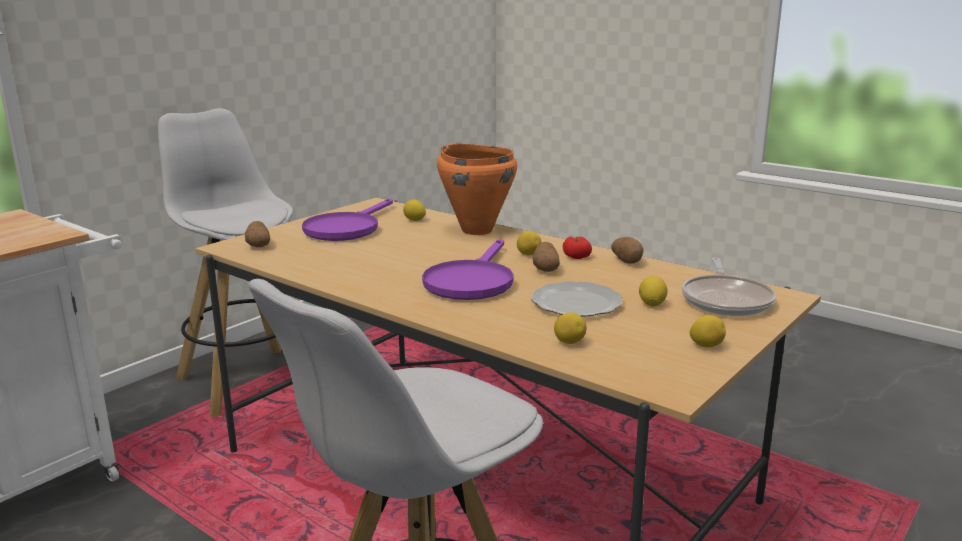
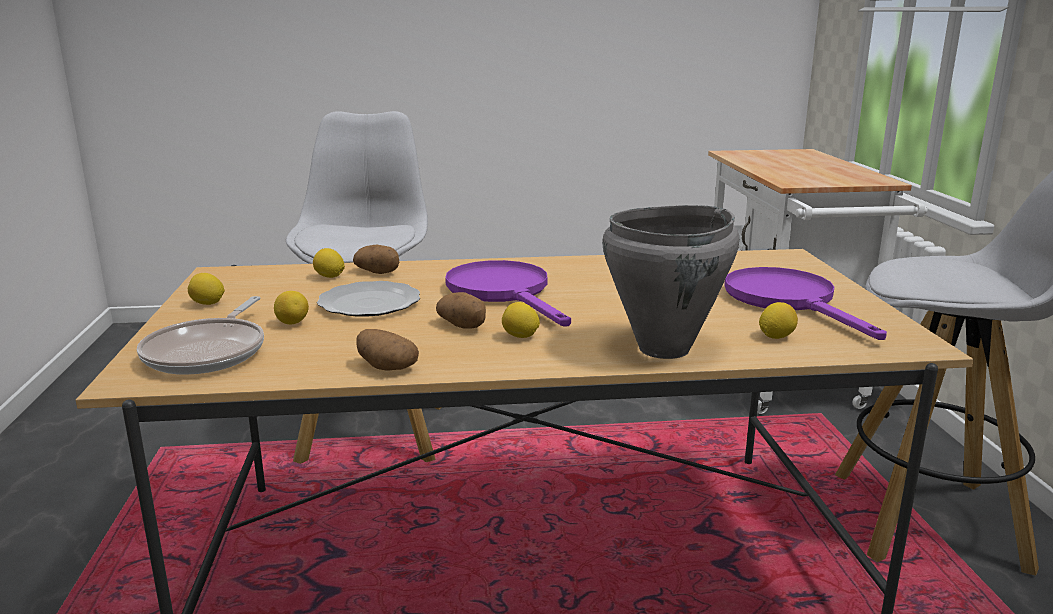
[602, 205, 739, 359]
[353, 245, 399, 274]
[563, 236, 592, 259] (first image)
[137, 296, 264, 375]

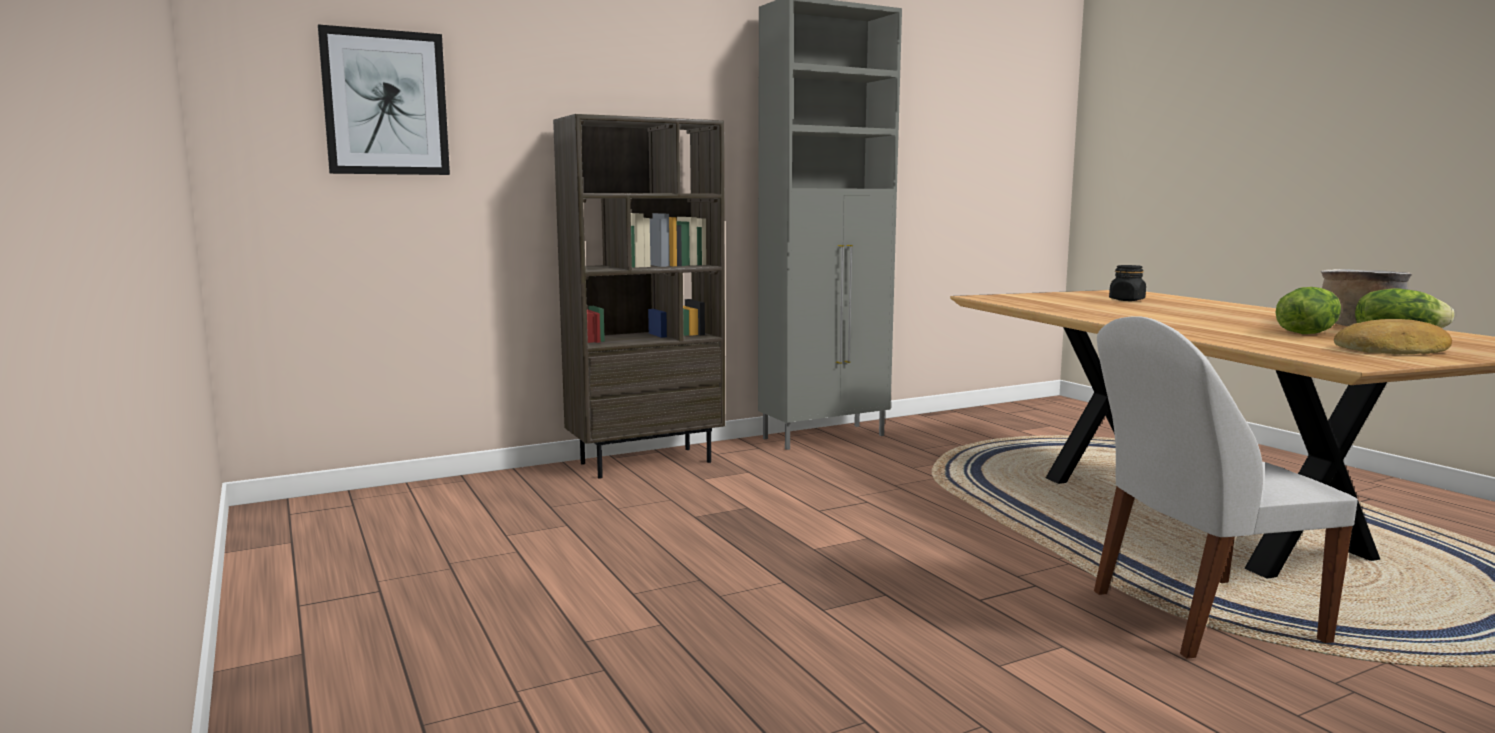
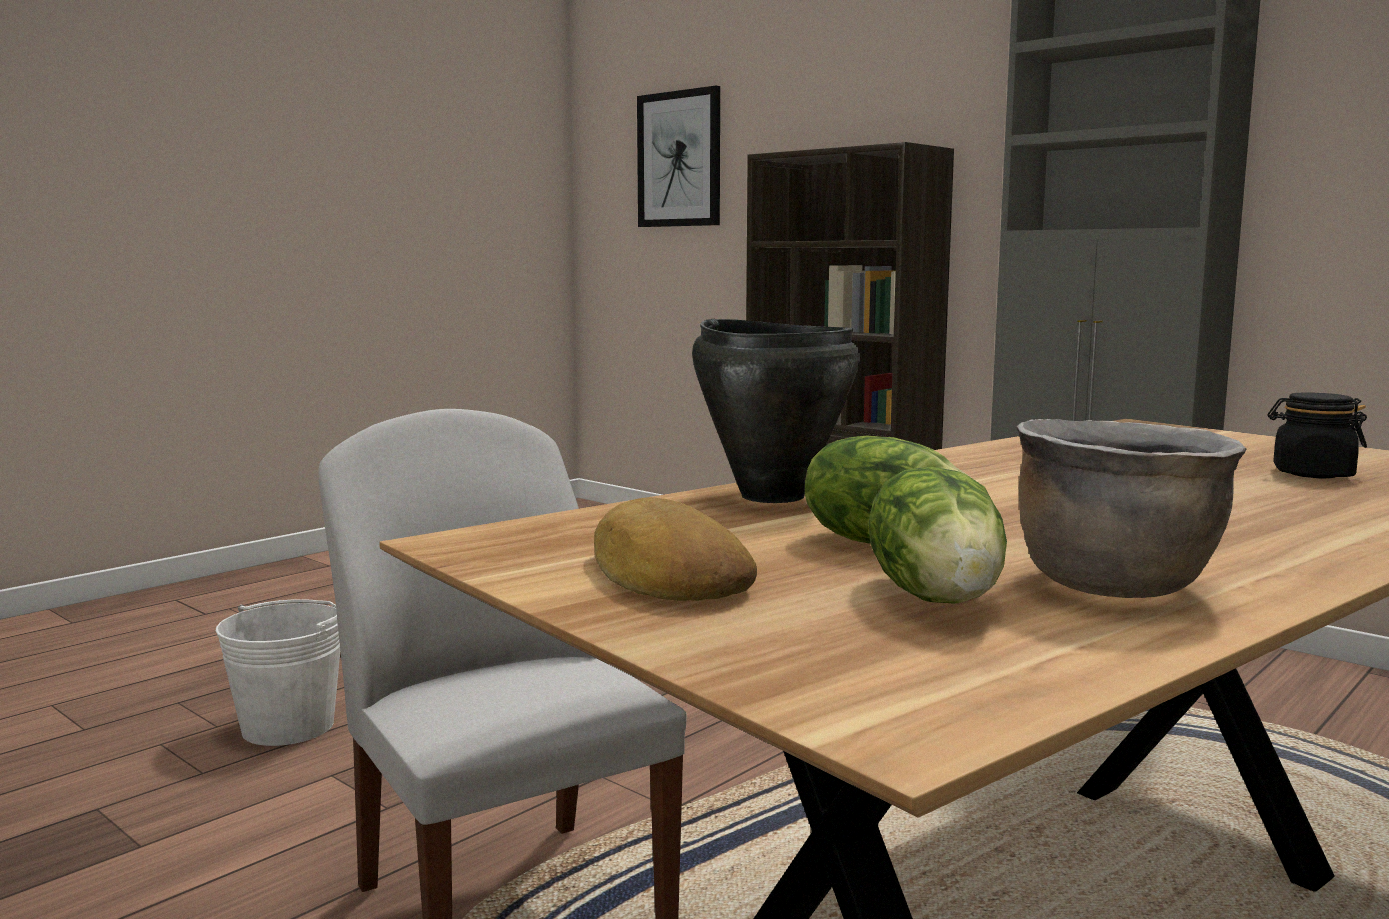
[692, 319, 860, 503]
[216, 599, 340, 746]

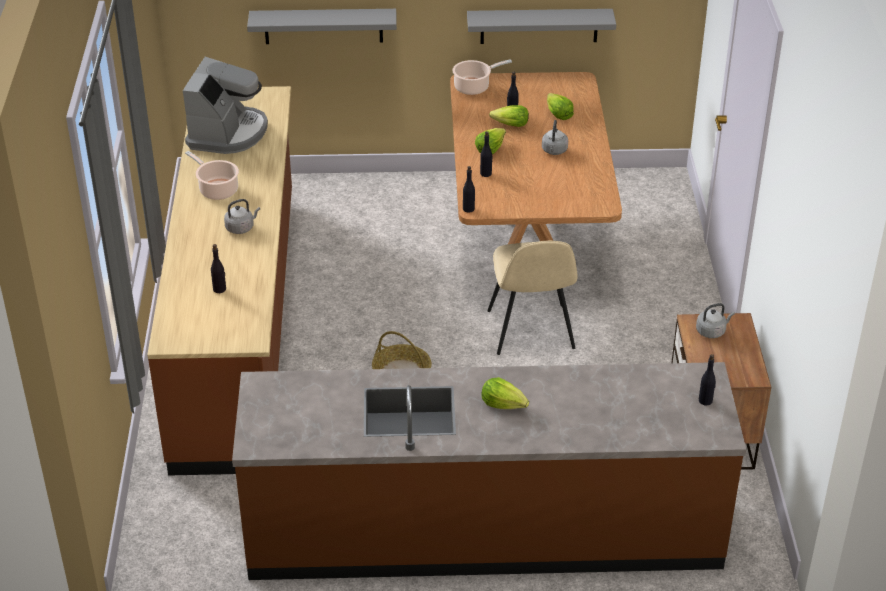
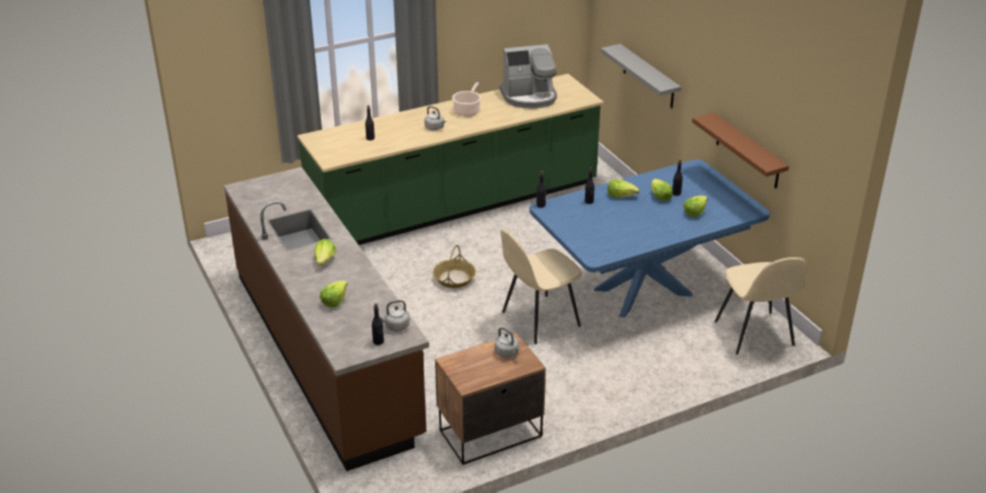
[692, 112, 789, 188]
[452, 59, 512, 95] (first image)
[530, 159, 770, 318]
[297, 74, 604, 245]
[379, 300, 410, 331]
[715, 257, 806, 355]
[320, 280, 348, 307]

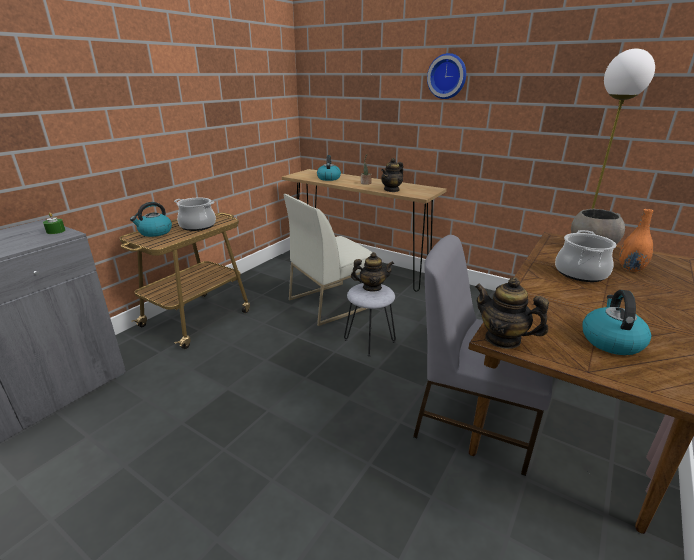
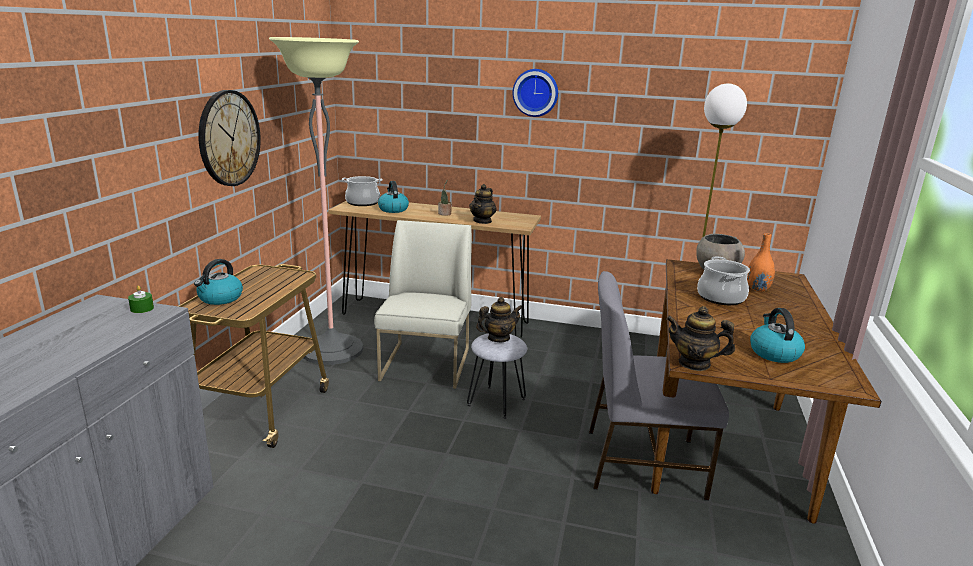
[374, 220, 472, 389]
[342, 176, 382, 206]
[269, 37, 363, 365]
[198, 90, 261, 186]

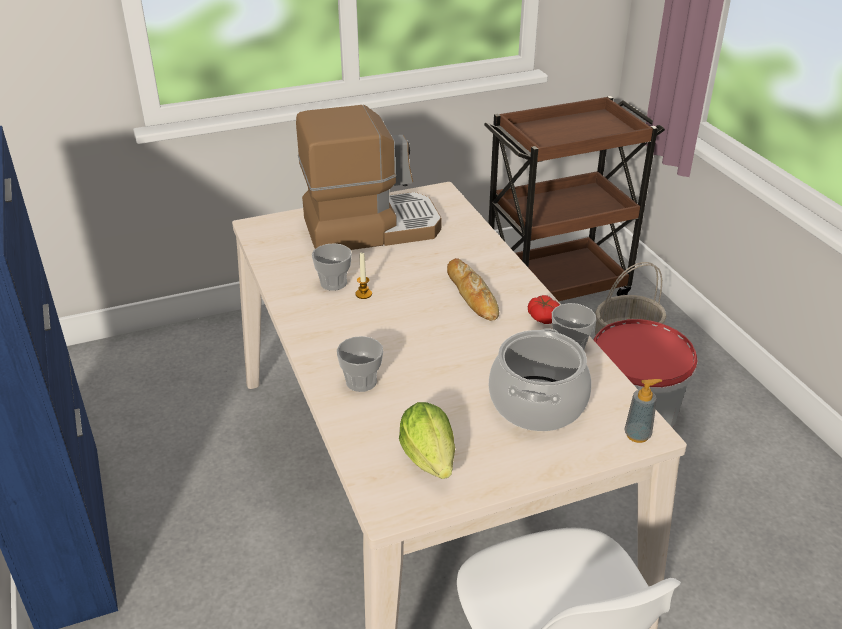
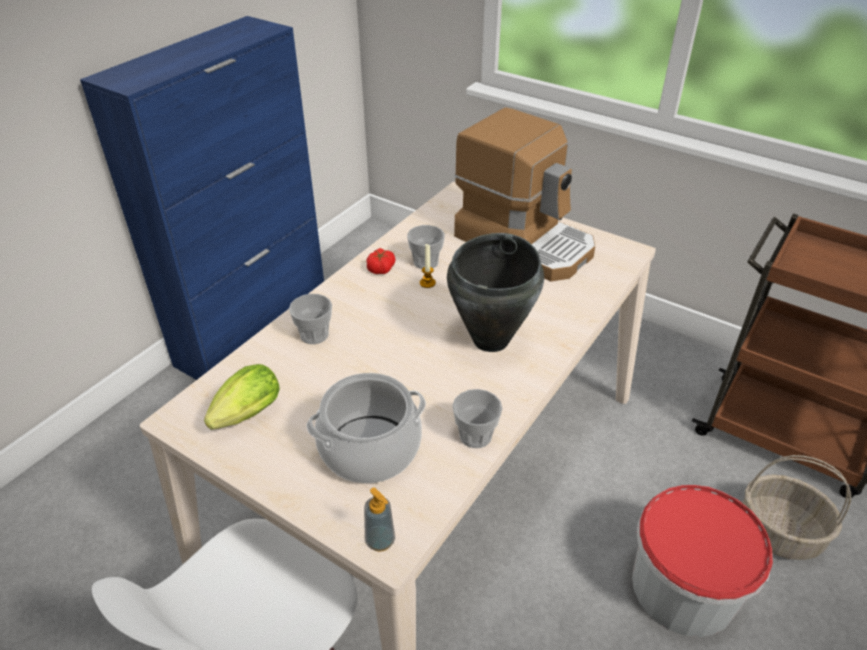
[447, 233, 544, 352]
[366, 248, 396, 274]

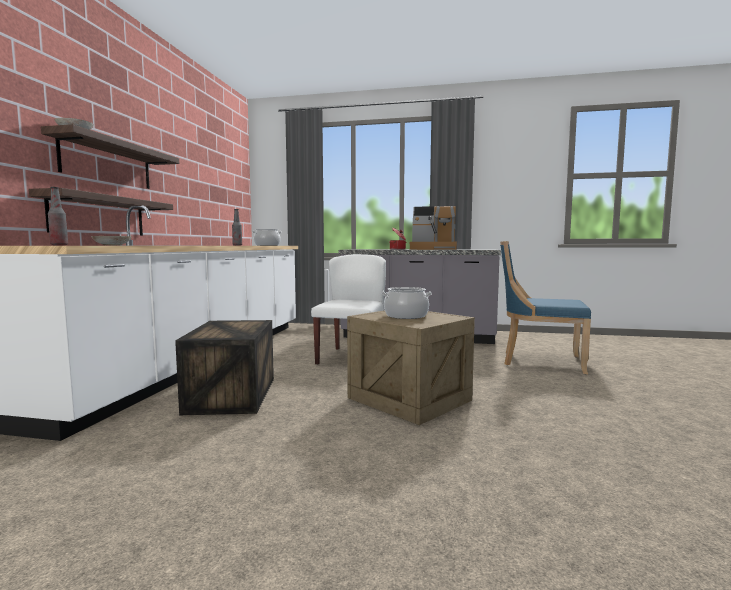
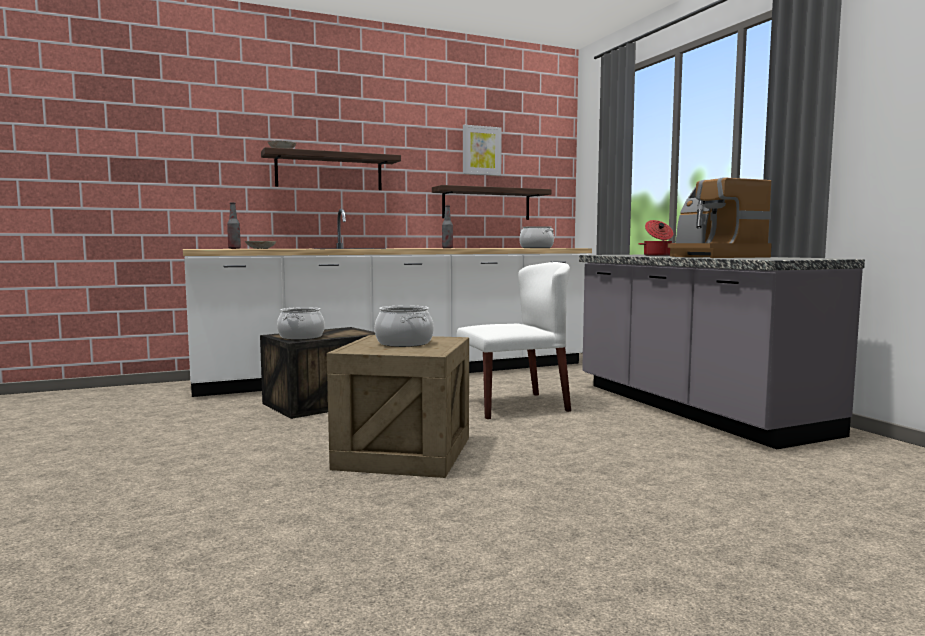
[432, 185, 552, 220]
[500, 241, 591, 375] (first image)
[463, 125, 502, 176]
[277, 307, 325, 340]

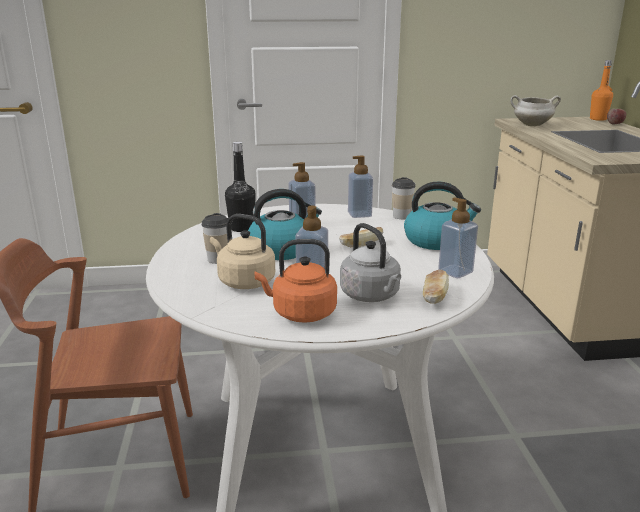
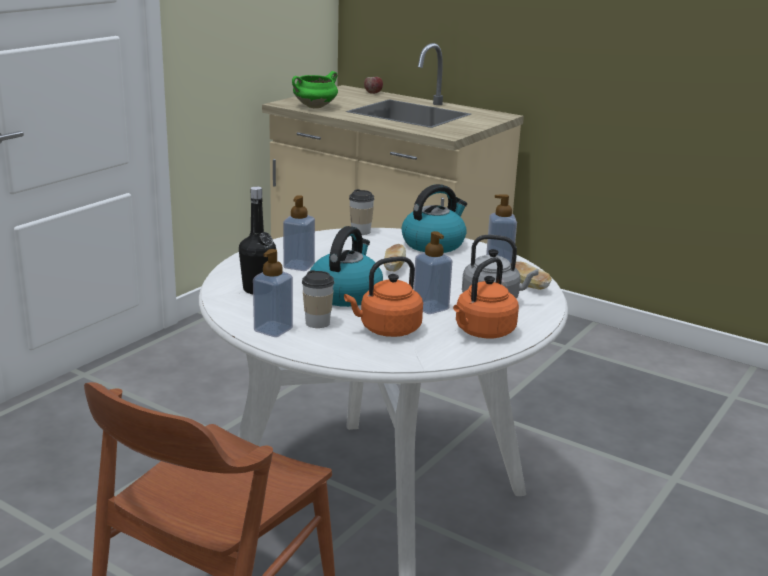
[590, 60, 613, 121] (first image)
[292, 71, 338, 108]
[253, 249, 293, 337]
[344, 256, 423, 337]

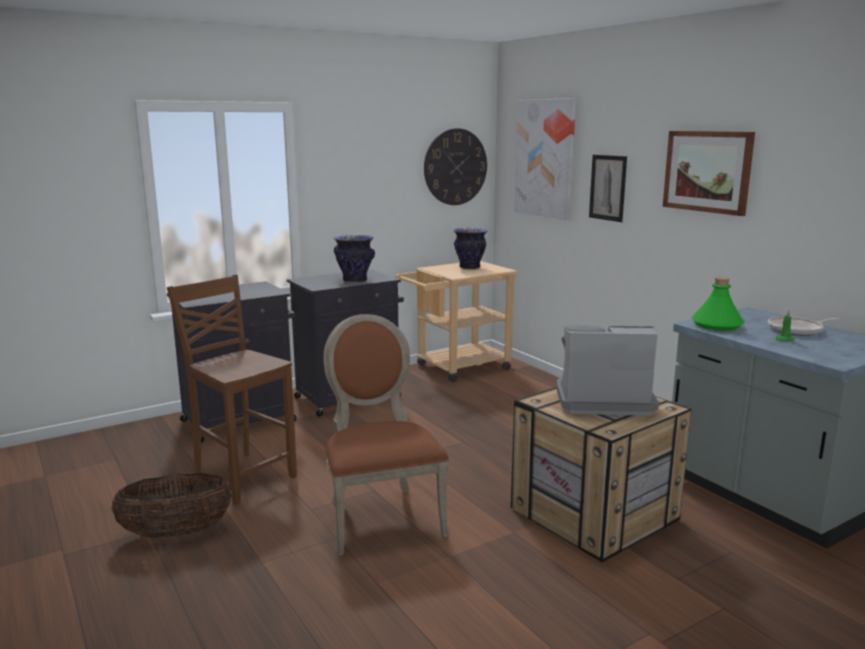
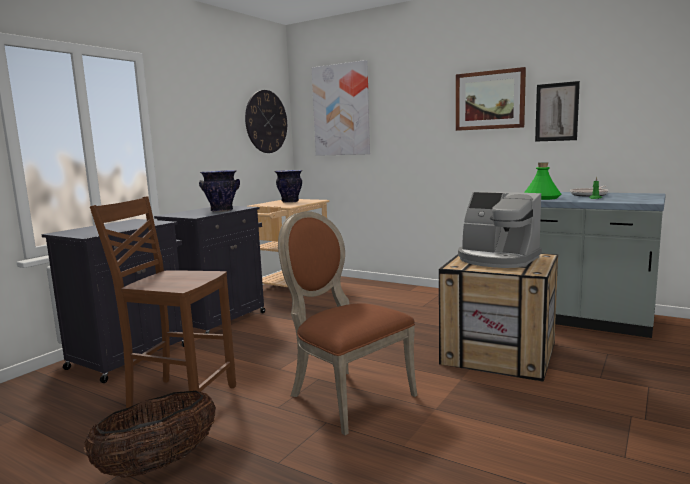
[535, 81, 580, 142]
[458, 192, 542, 268]

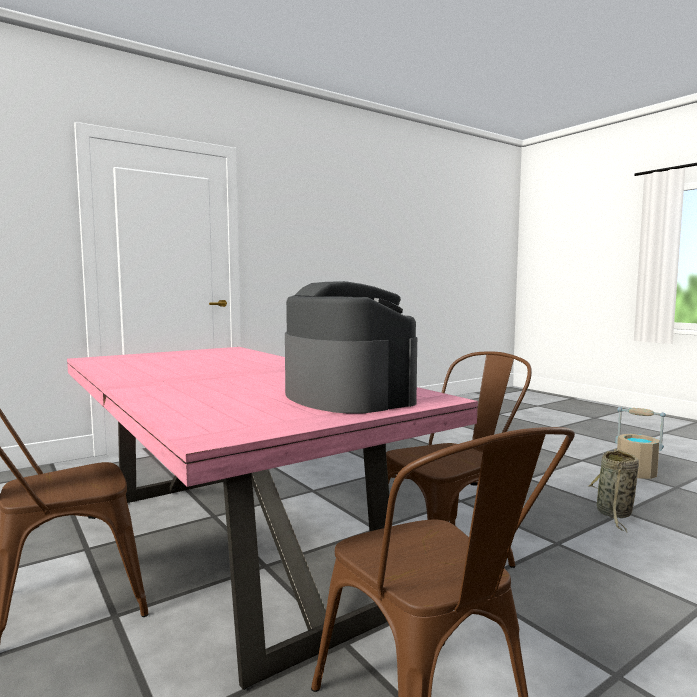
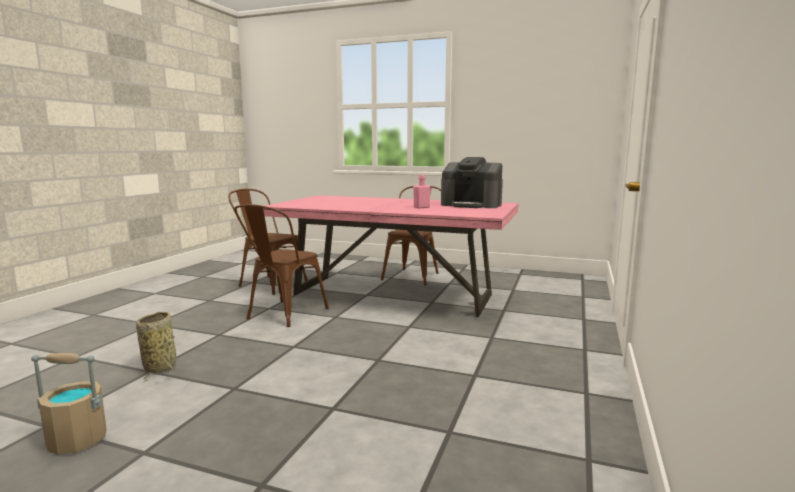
[441, 157, 503, 208]
[413, 174, 431, 208]

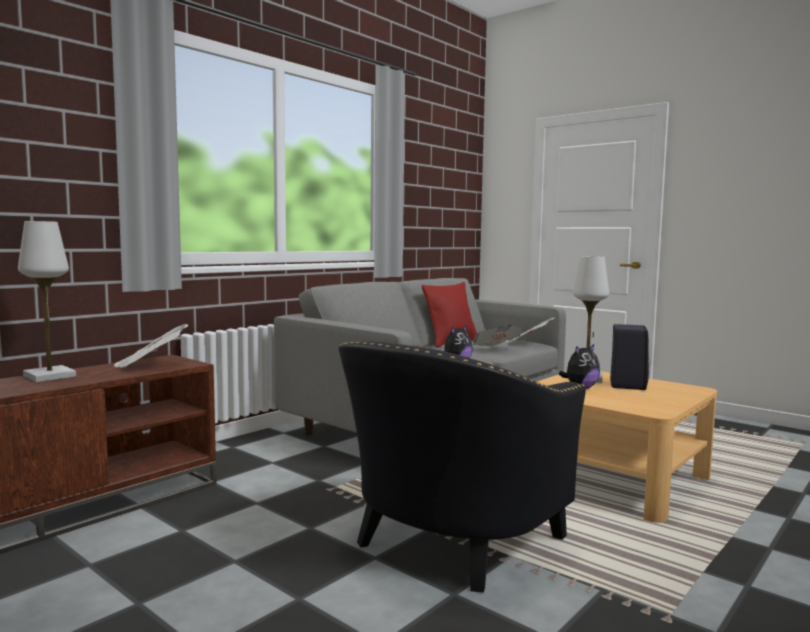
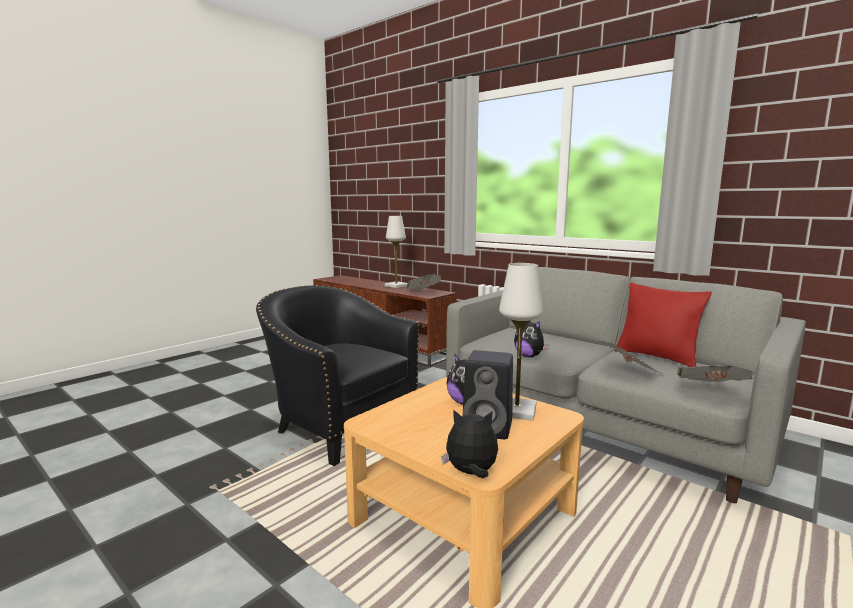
[442, 409, 498, 478]

